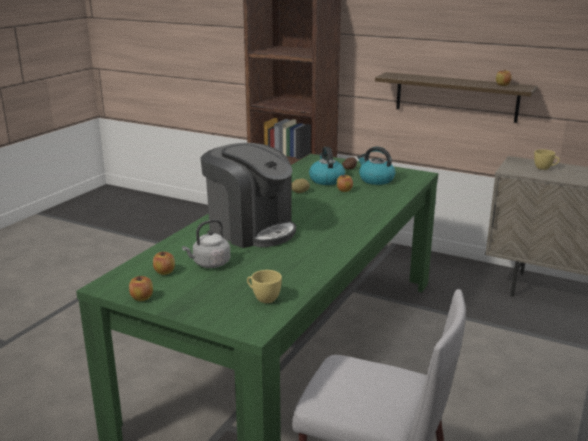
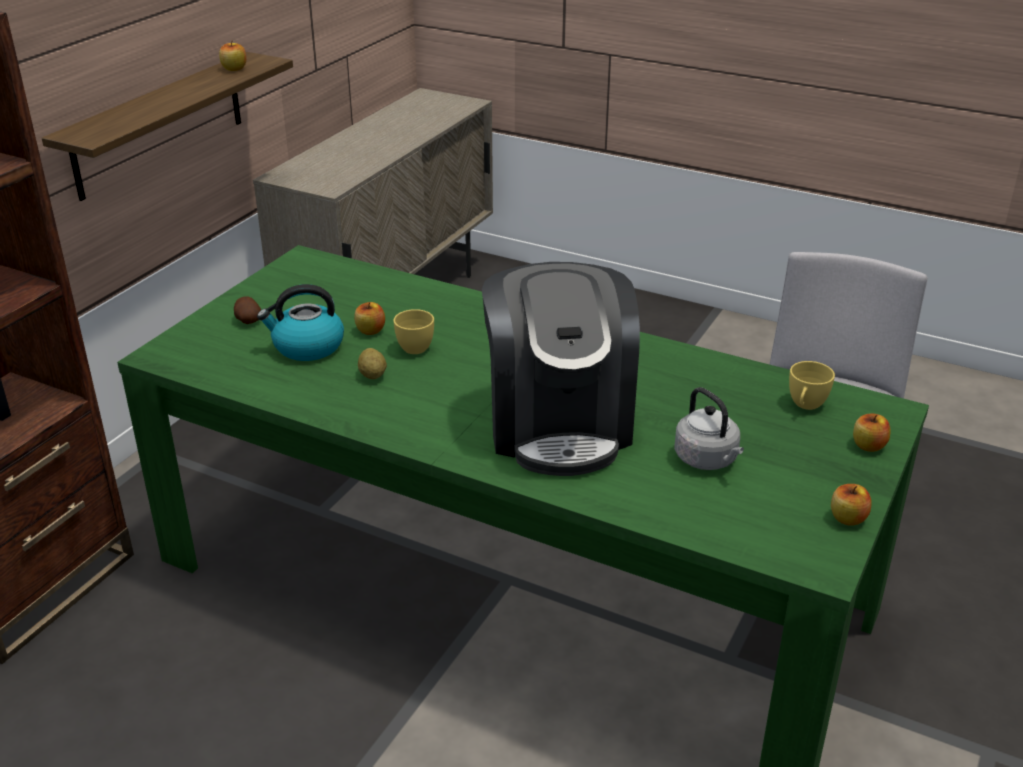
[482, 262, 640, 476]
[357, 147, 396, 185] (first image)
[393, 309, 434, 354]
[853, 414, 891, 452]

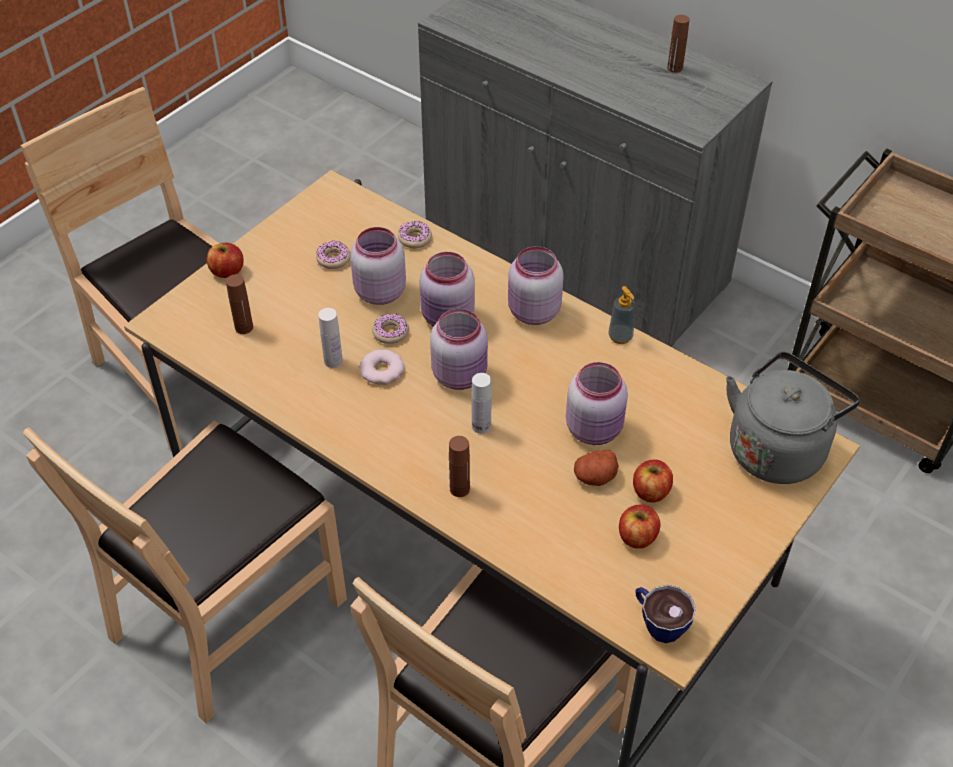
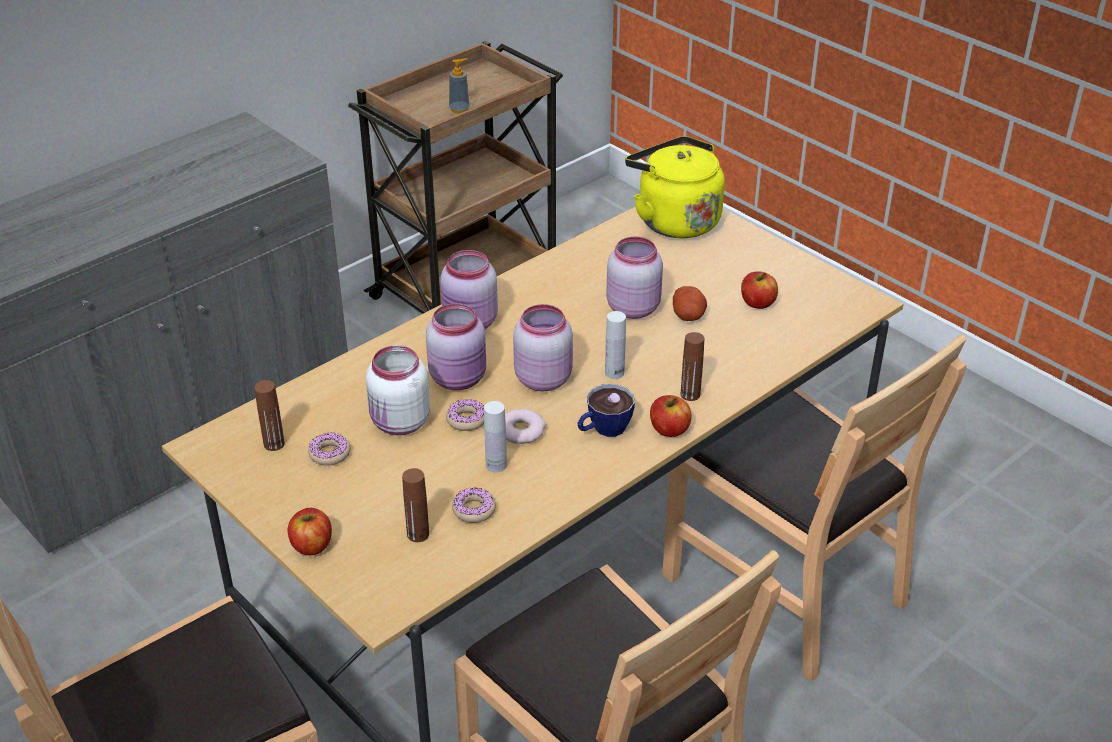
[254, 380, 285, 451]
[452, 488, 496, 523]
[366, 345, 430, 435]
[449, 58, 470, 114]
[625, 136, 725, 238]
[650, 395, 692, 437]
[577, 384, 635, 437]

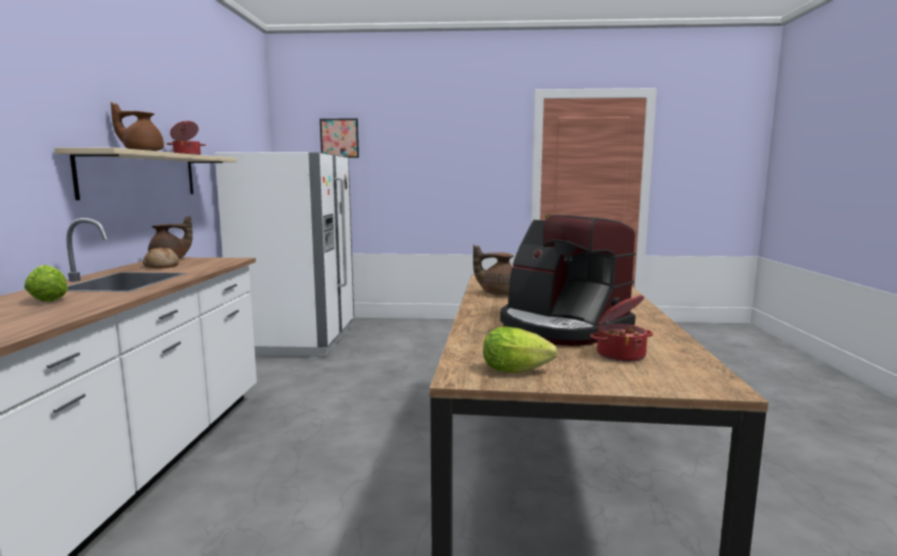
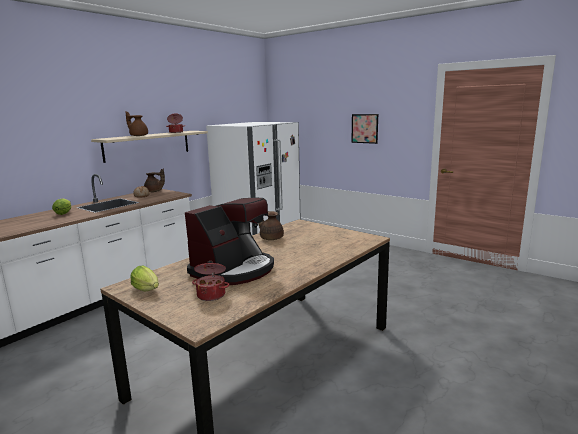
[351, 114, 378, 144]
[185, 198, 274, 285]

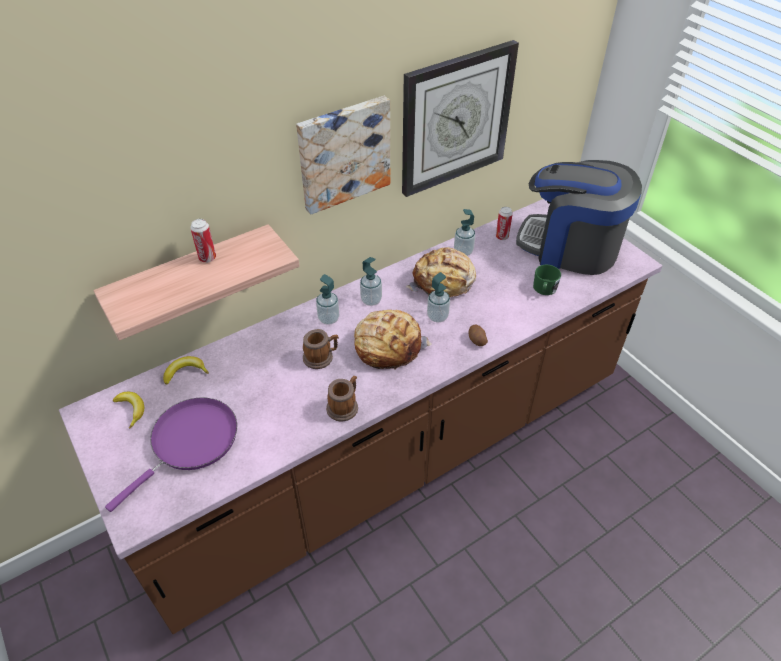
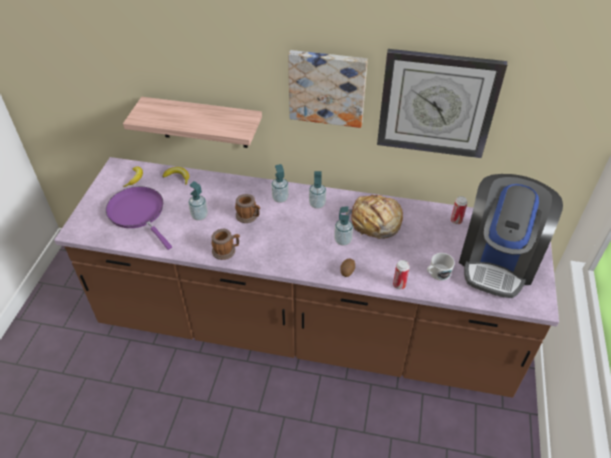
[459, 174, 563, 298]
[189, 181, 208, 221]
[393, 260, 410, 289]
[427, 253, 455, 281]
[354, 310, 432, 370] (first image)
[106, 187, 172, 250]

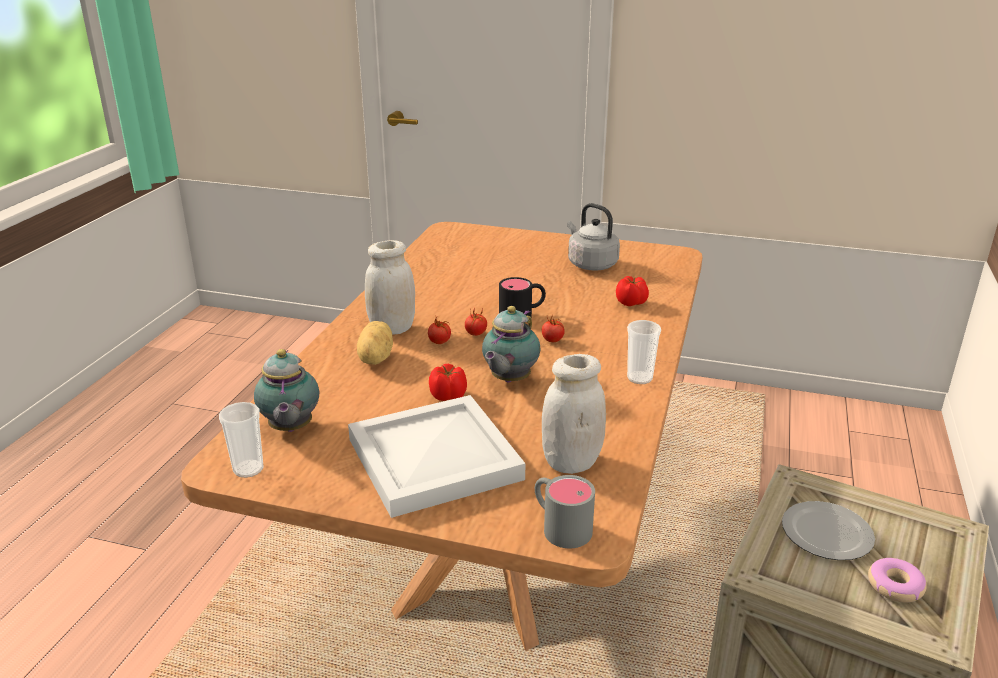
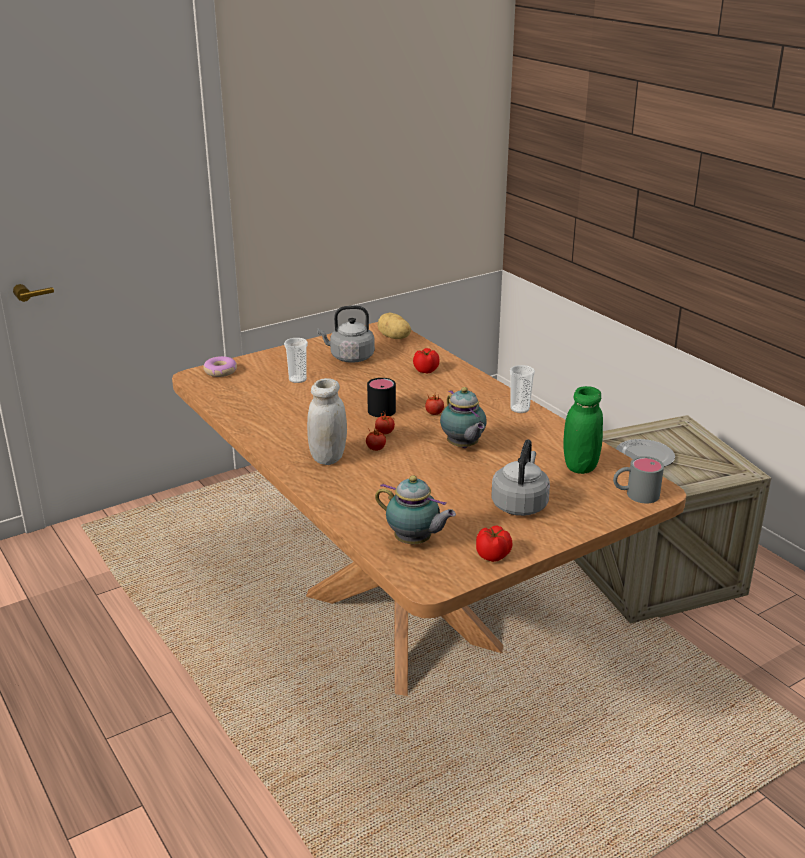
[377, 313, 411, 339]
[563, 386, 603, 474]
[476, 525, 513, 562]
[491, 439, 550, 516]
[284, 338, 308, 383]
[203, 356, 237, 377]

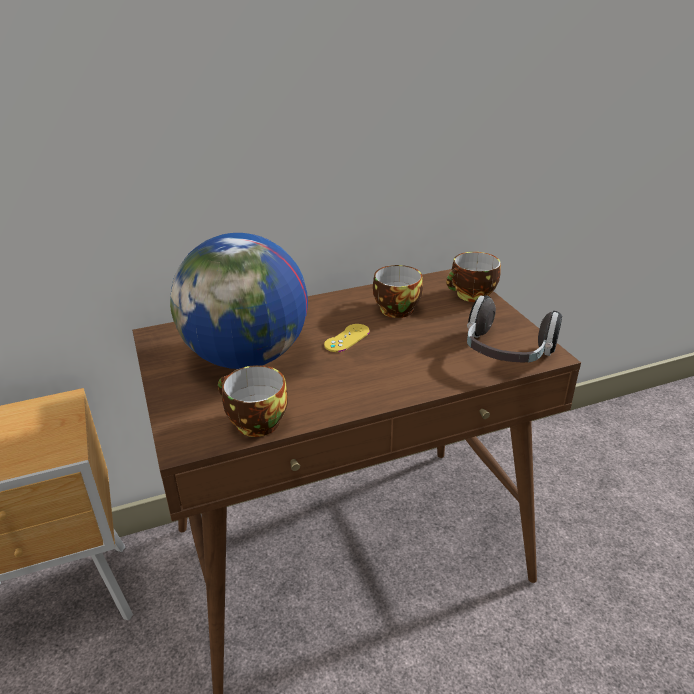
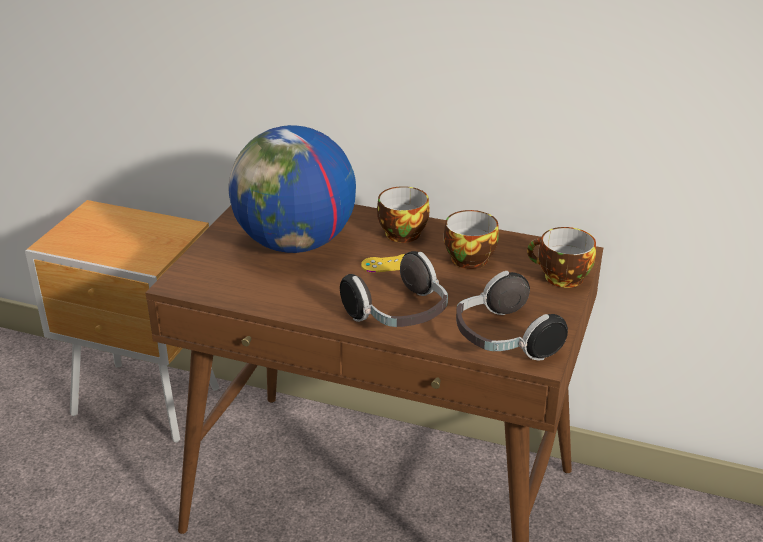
[377, 186, 430, 243]
[340, 251, 448, 327]

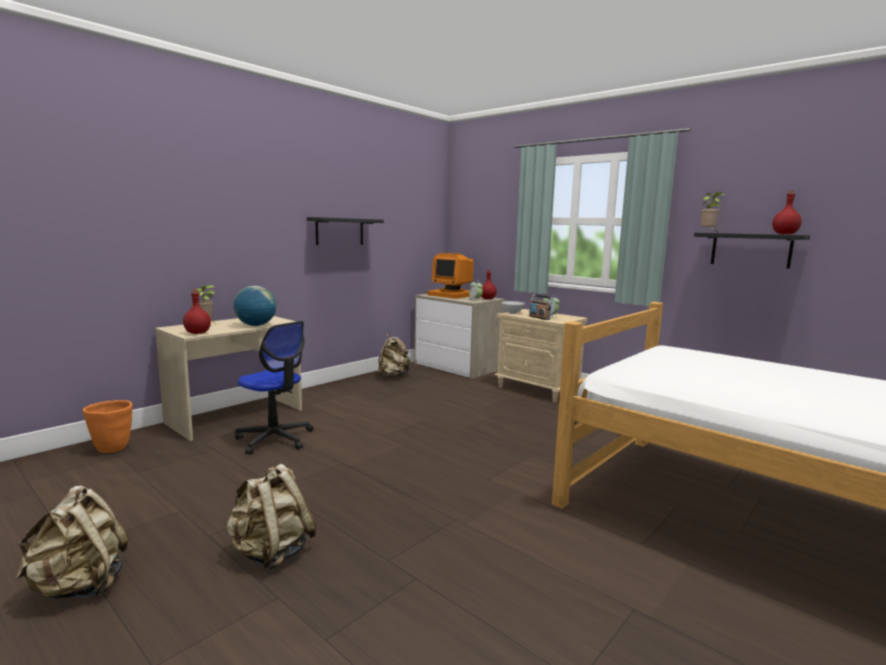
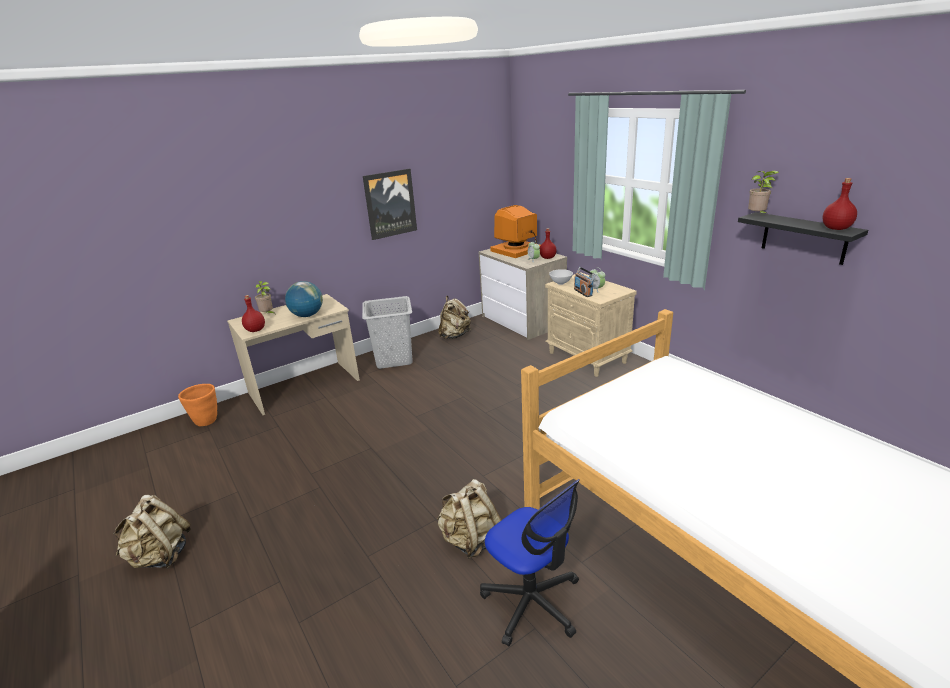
[363, 169, 417, 240]
[490, 205, 540, 258]
[480, 479, 580, 646]
[437, 479, 501, 558]
[362, 296, 412, 369]

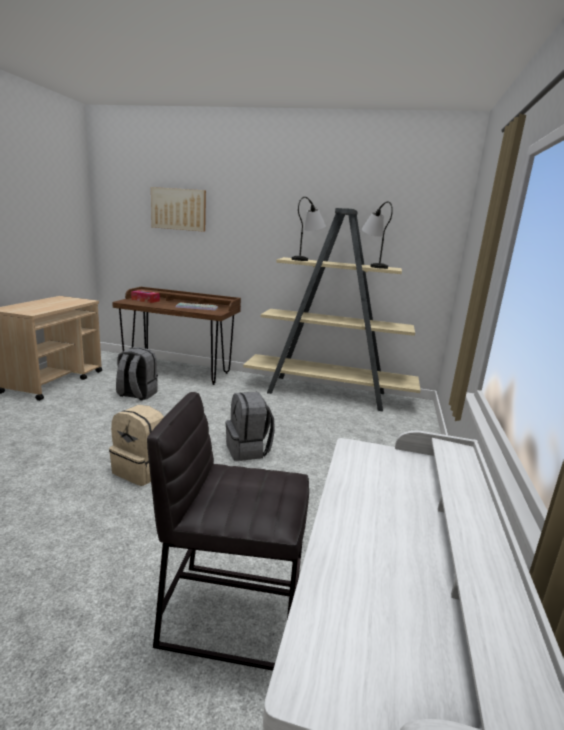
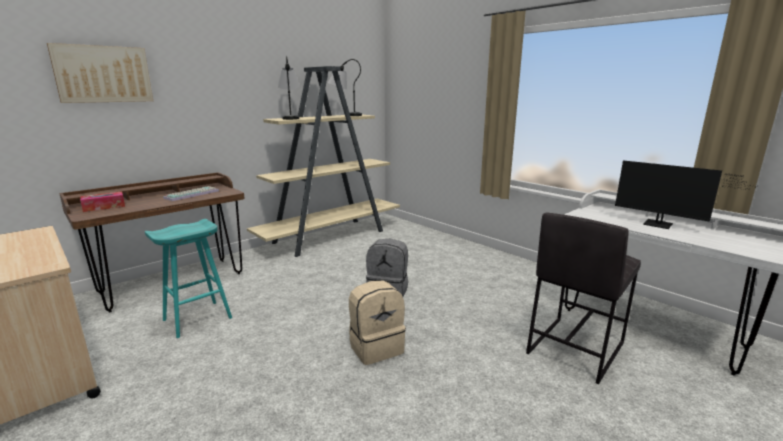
[145, 219, 232, 338]
[615, 160, 755, 229]

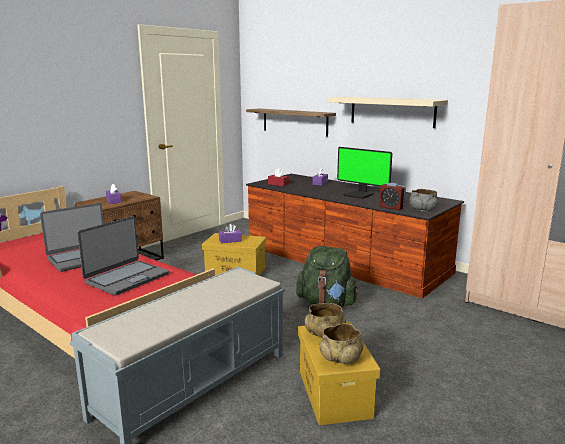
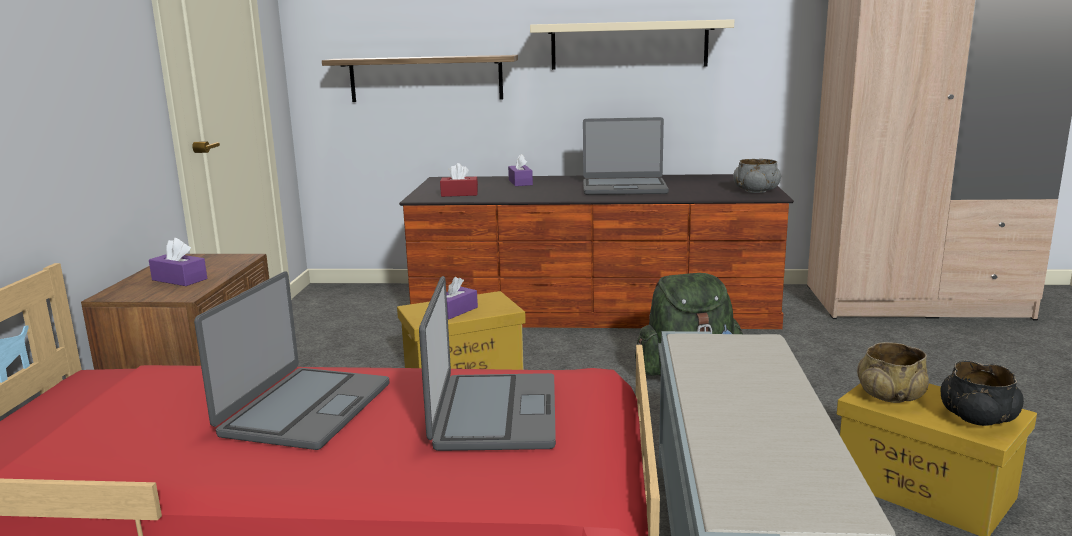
[583, 117, 669, 195]
[379, 183, 406, 210] (first image)
[941, 361, 1024, 426]

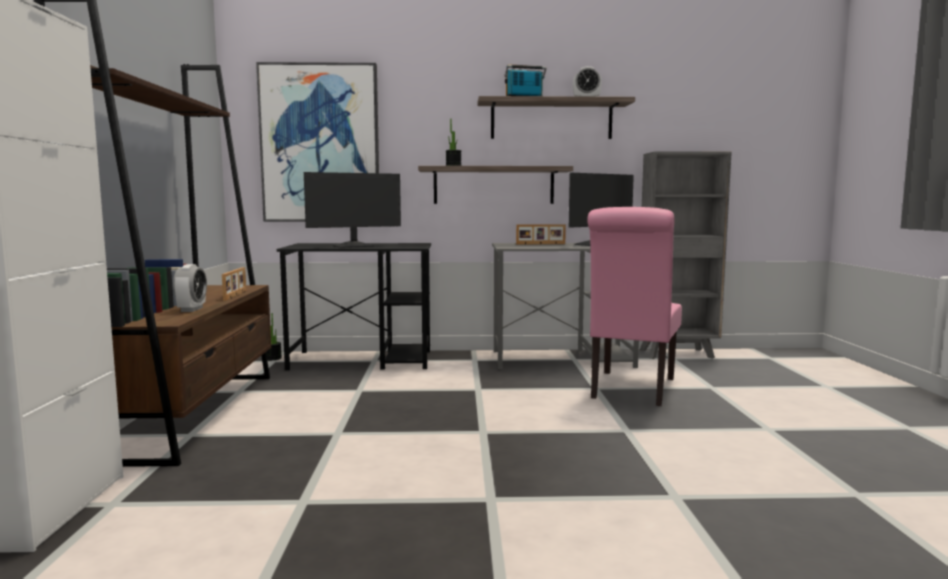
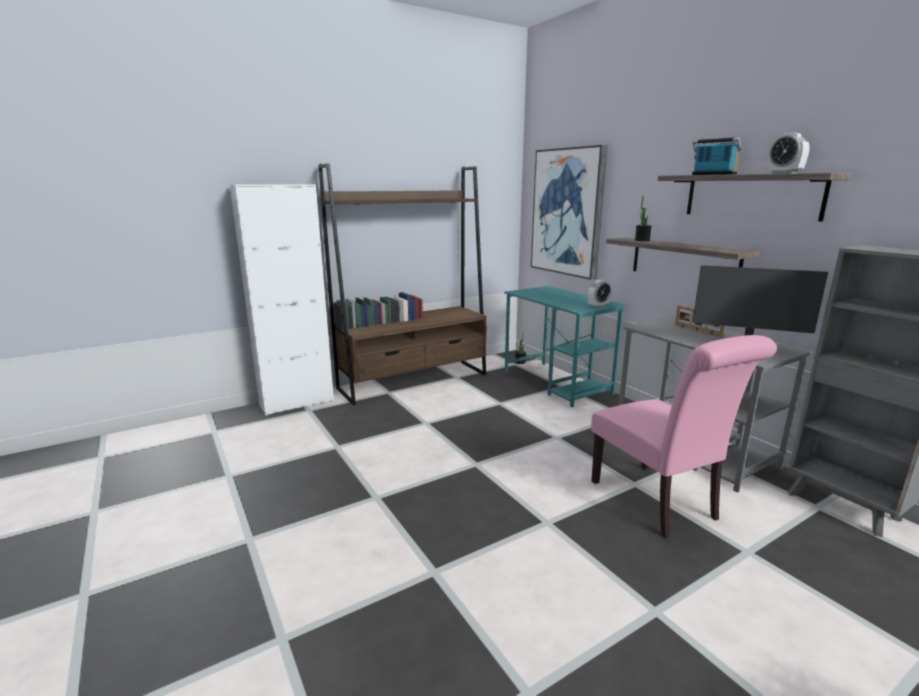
[304, 172, 401, 248] (first image)
[591, 335, 777, 538]
[504, 286, 627, 407]
[588, 280, 611, 308]
[222, 267, 246, 301] (first image)

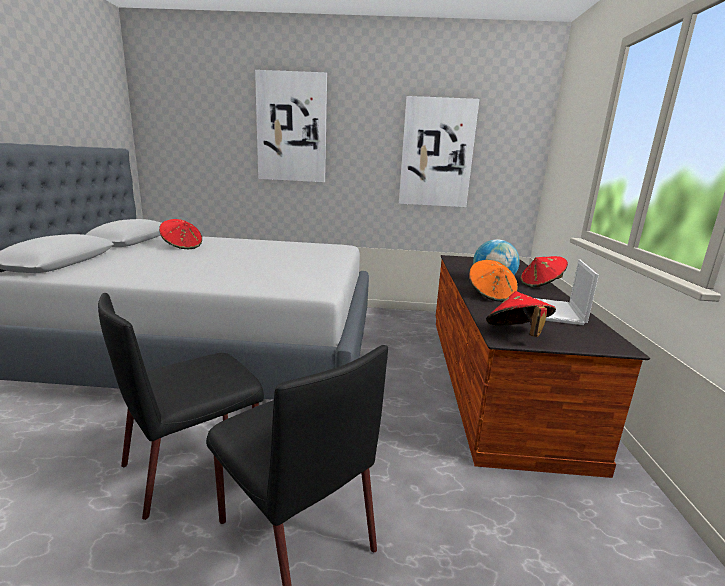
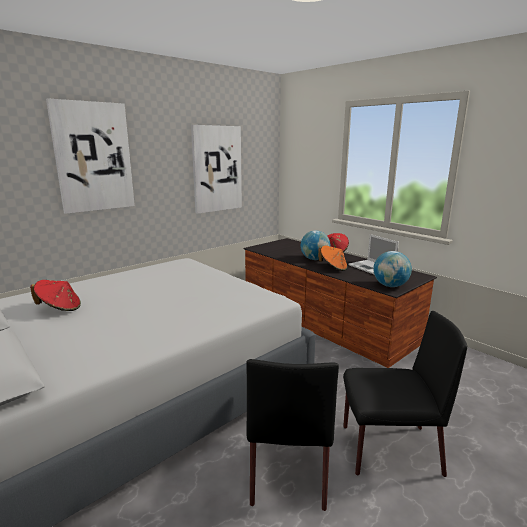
[373, 251, 412, 287]

